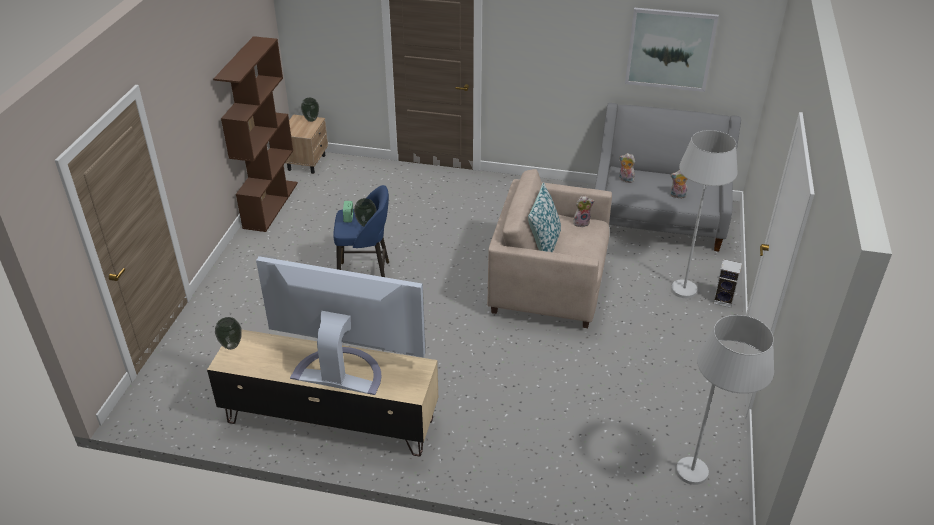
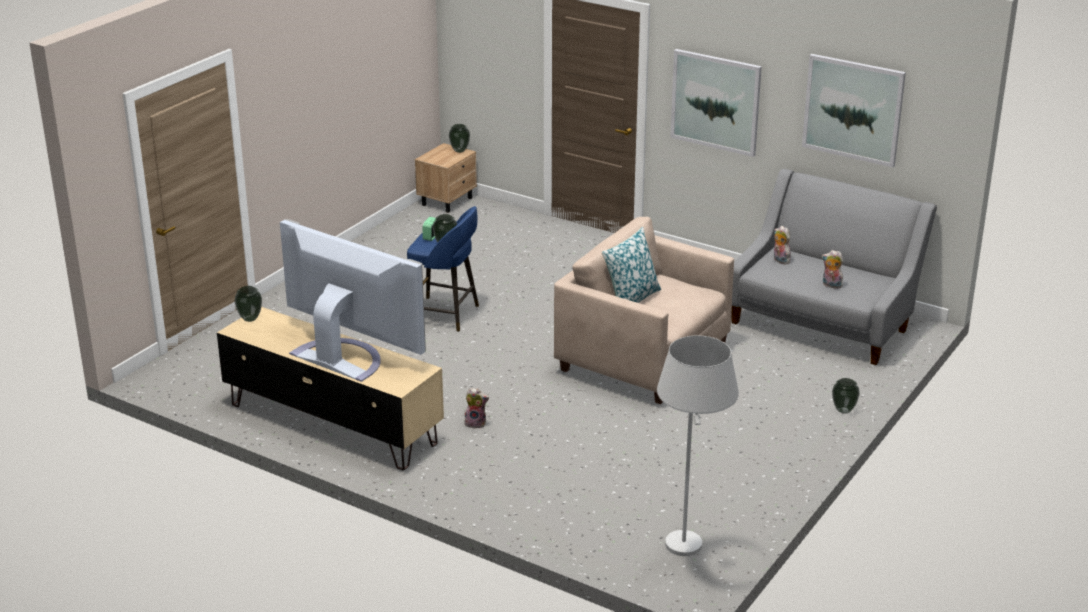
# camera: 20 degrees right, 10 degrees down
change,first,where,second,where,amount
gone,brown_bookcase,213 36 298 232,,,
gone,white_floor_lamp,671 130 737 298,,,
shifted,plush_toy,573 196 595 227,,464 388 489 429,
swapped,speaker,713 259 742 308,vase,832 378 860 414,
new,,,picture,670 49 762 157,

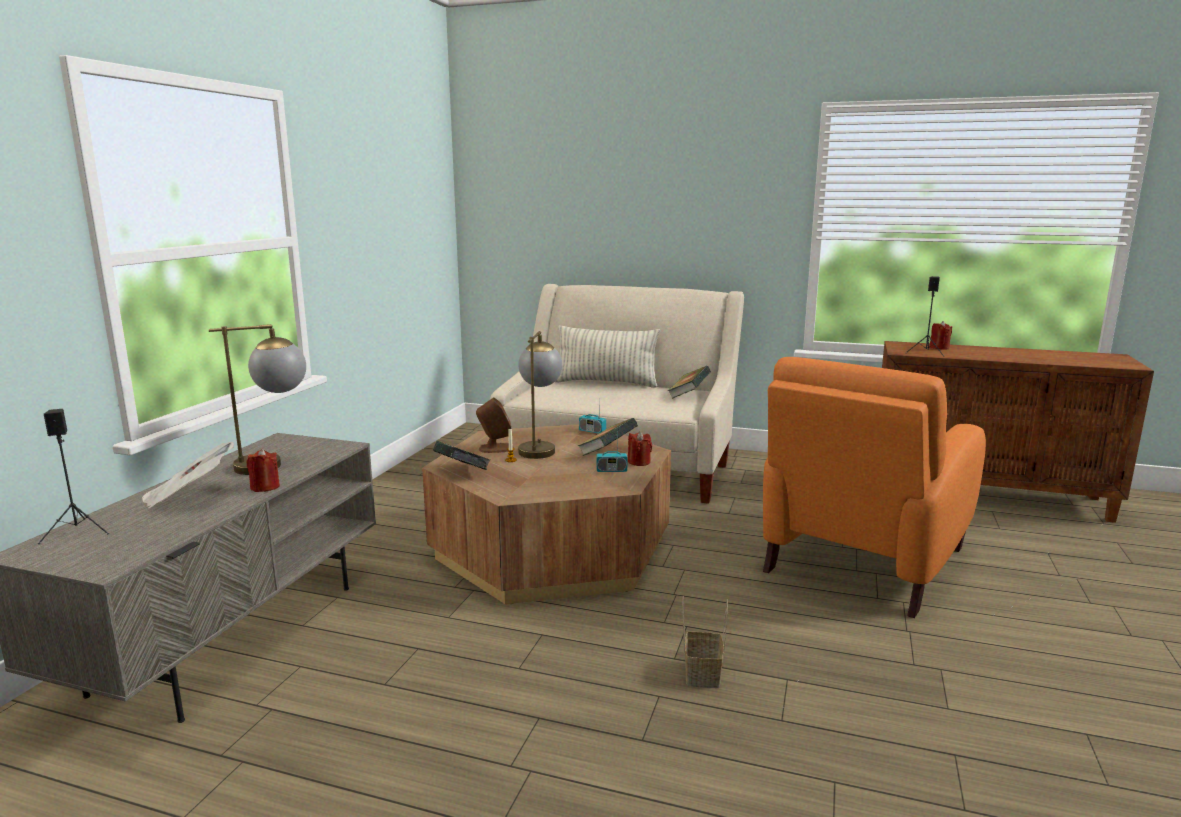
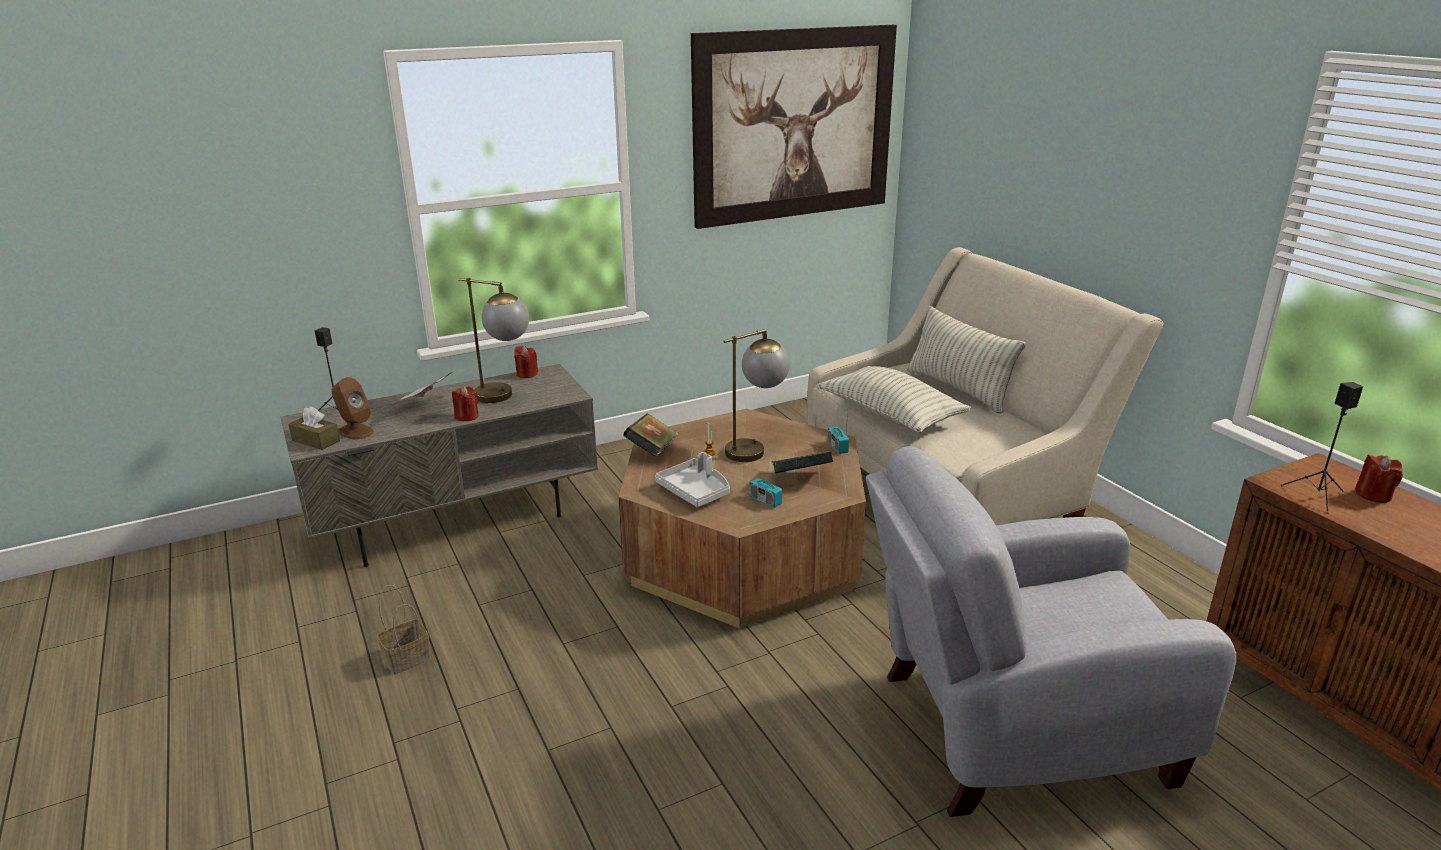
# camera: 45 degrees right, 10 degrees up
change,first,where,second,where,amount
repainted,orange_armchair,763 357 986 618,grey_armchair,866 446 1236 817,
gone,book,668 366 711 399,,,
shifted,brown_speaker,476 398 514 453,,331 377 374 440,
shifted,red_candle,628 431 652 466,,514 346 538 378,
shifted,basket,683 596 728 688,,377 585 431 674,
new,,,picture,691 25 897 229,
new,,,pillow,817 366 971 433,
new,,,brown_tissue_box,288 406 340 450,
new,,,grey_tray,655 452 730 507,

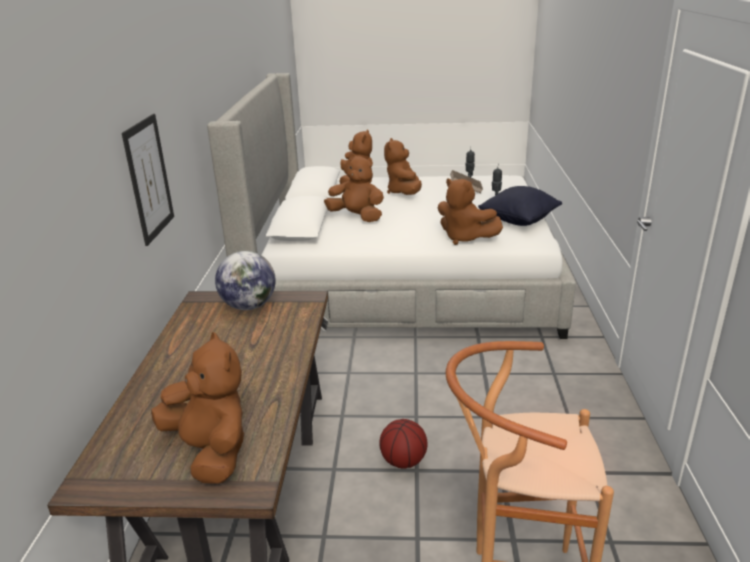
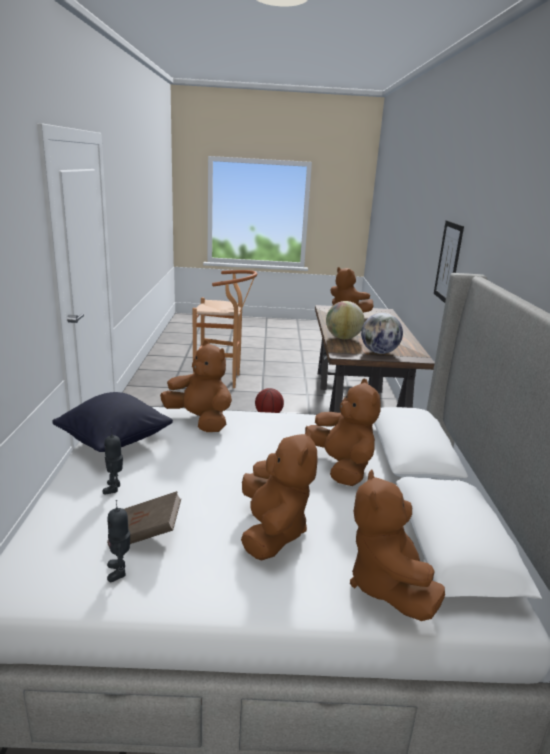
# camera: 175 degrees right, 5 degrees down
change,first,where,second,where,amount
rotated,brown_plush_toy,324 154 384 222,,305 379 381 486,135 degrees counterclockwise
new,,,globe,326 301 365 339,

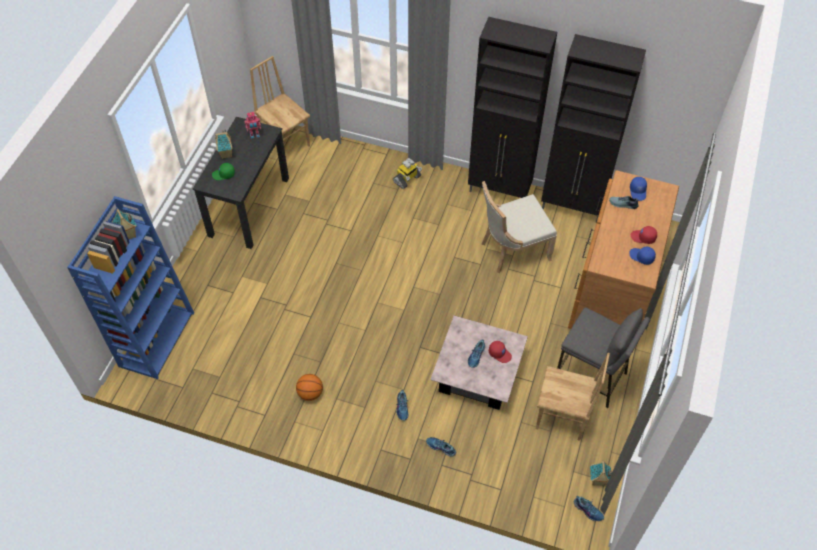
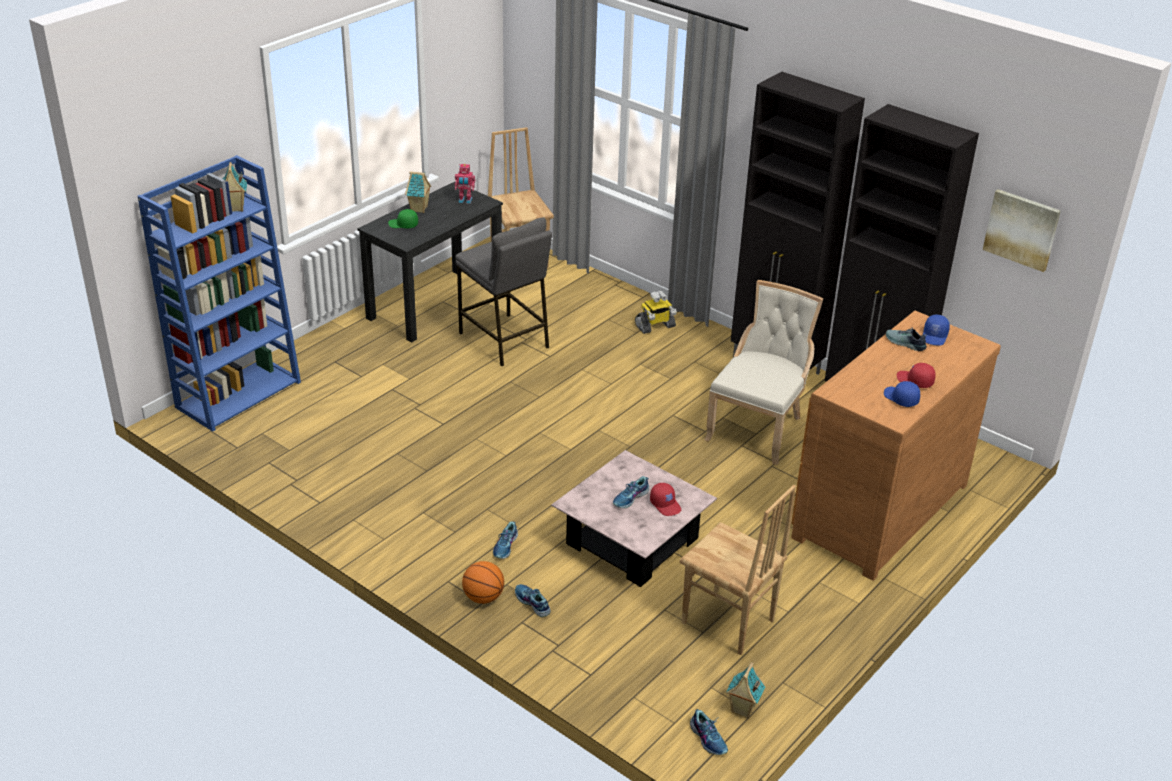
# camera: 20 degrees right, 20 degrees down
change,first,where,second,where,amount
rotated,beige_chair,481 181 557 273,,704 280 823 465,120 degrees clockwise
shifted,grey_stool,557 307 650 408,,455 217 552 366,
shifted,basketball,296 374 323 401,,462 561 504 604,
new,,,picture,983 189 1061 272,

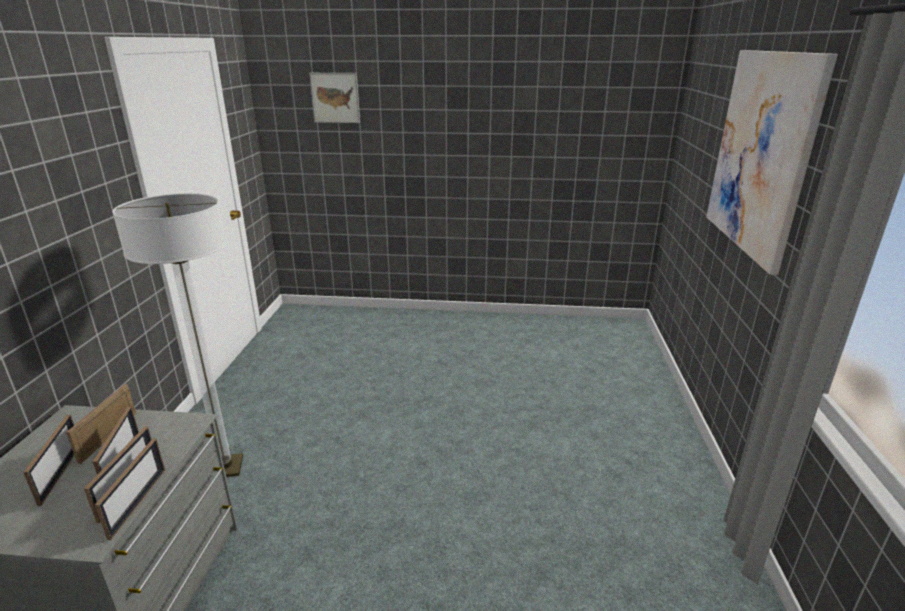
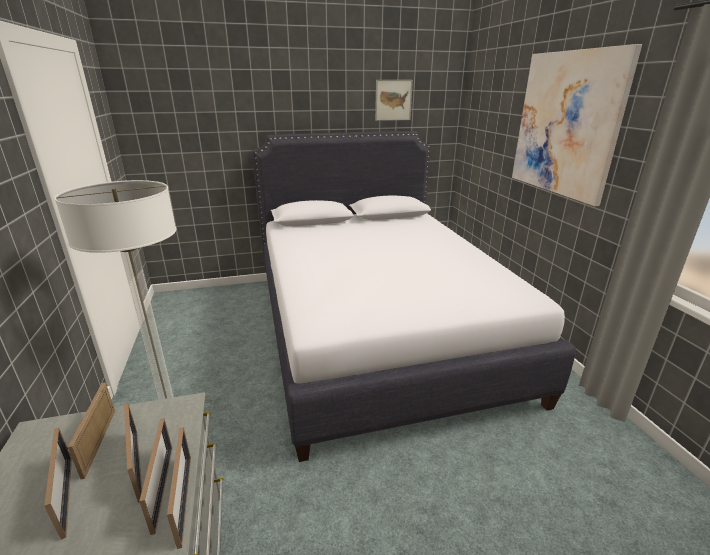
# camera: 20 degrees left, 0 degrees up
change,first,where,second,where,amount
shifted,picture,309 73 360 123,,375 80 413 121,
new,,,white_bed,252 131 576 462,

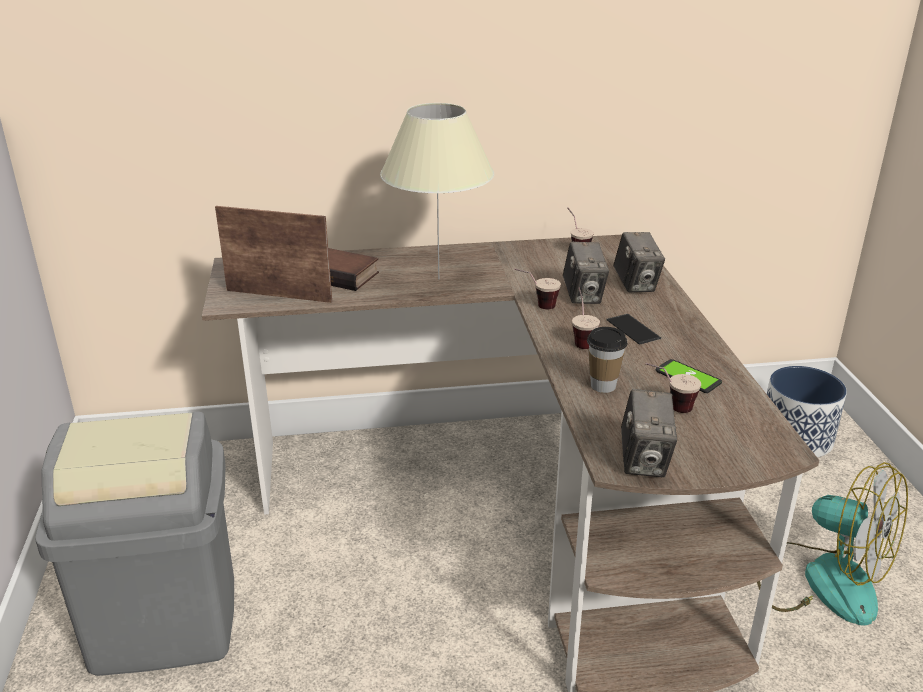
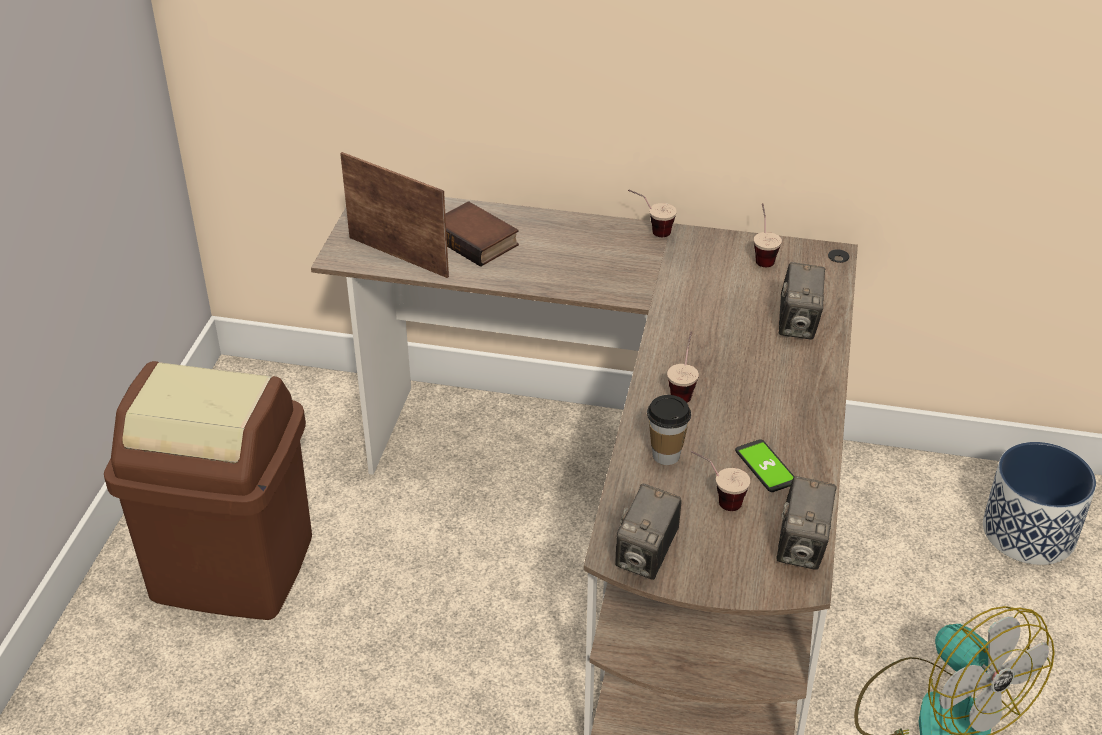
# camera: 20 degrees right, 10 degrees up
change,first,where,second,where,amount
gone,beige_table_lamp,380 103 494 279,,,
shifted,photo_camera,563 242 609 304,,776 476 837 570,
shifted,cup,514 269 561 309,,628 190 677 237,
gone,phone,607 314 661 345,,,
repainted,grey_trash_can,35 412 234 676,brown_trash_can,104 361 312 620,

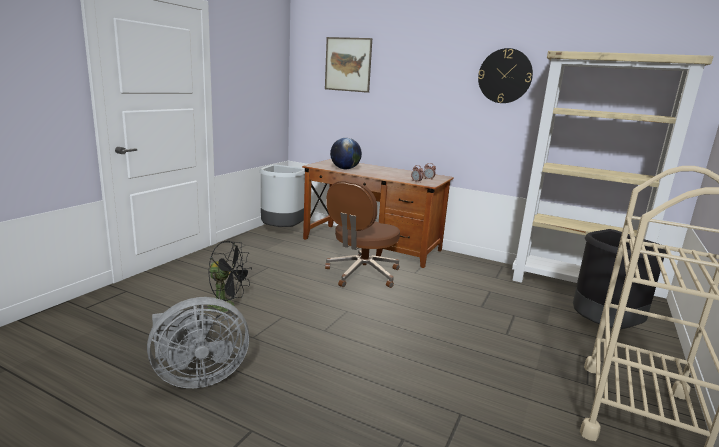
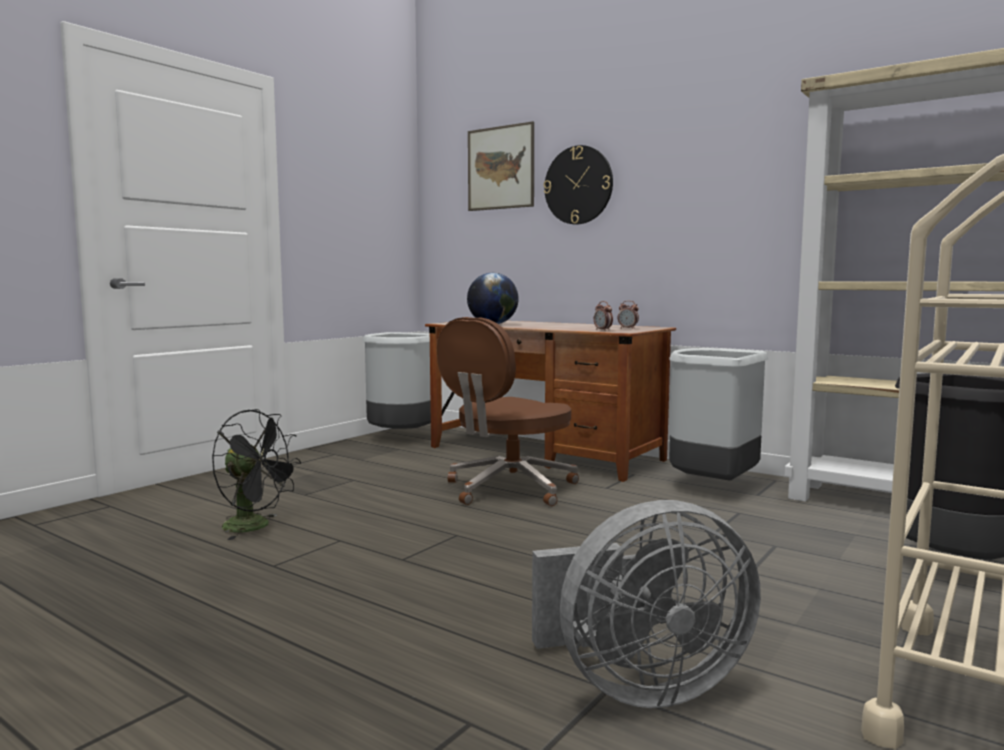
# camera: 10 degrees right, 10 degrees down
change,first,where,second,where,amount
shifted,wall_clock,478 48 533 103,,544 145 613 225,
shifted,grey_fan,147 297 249 388,,532 500 761 708,
new,,,grey_trash_can,669 348 768 481,

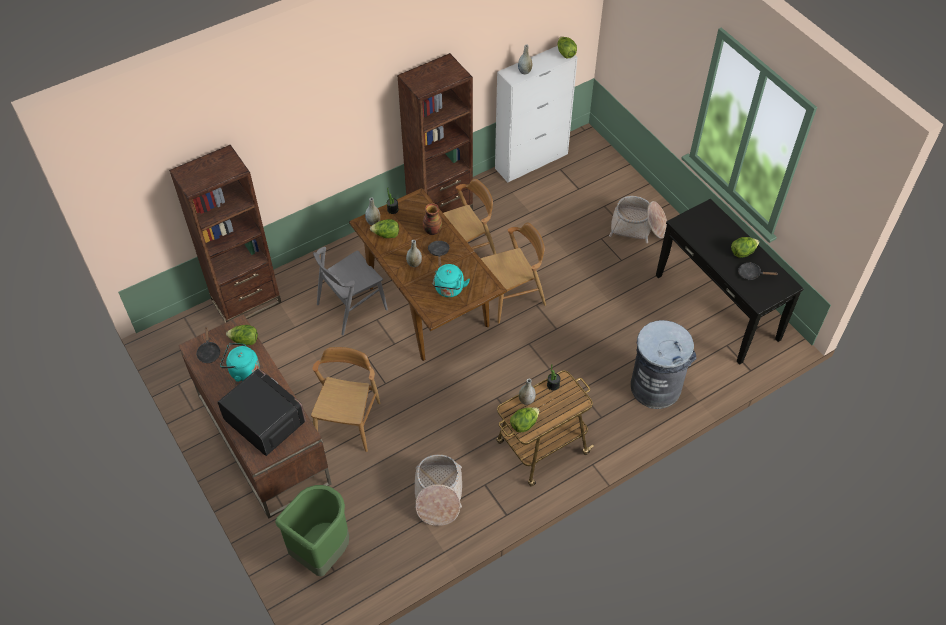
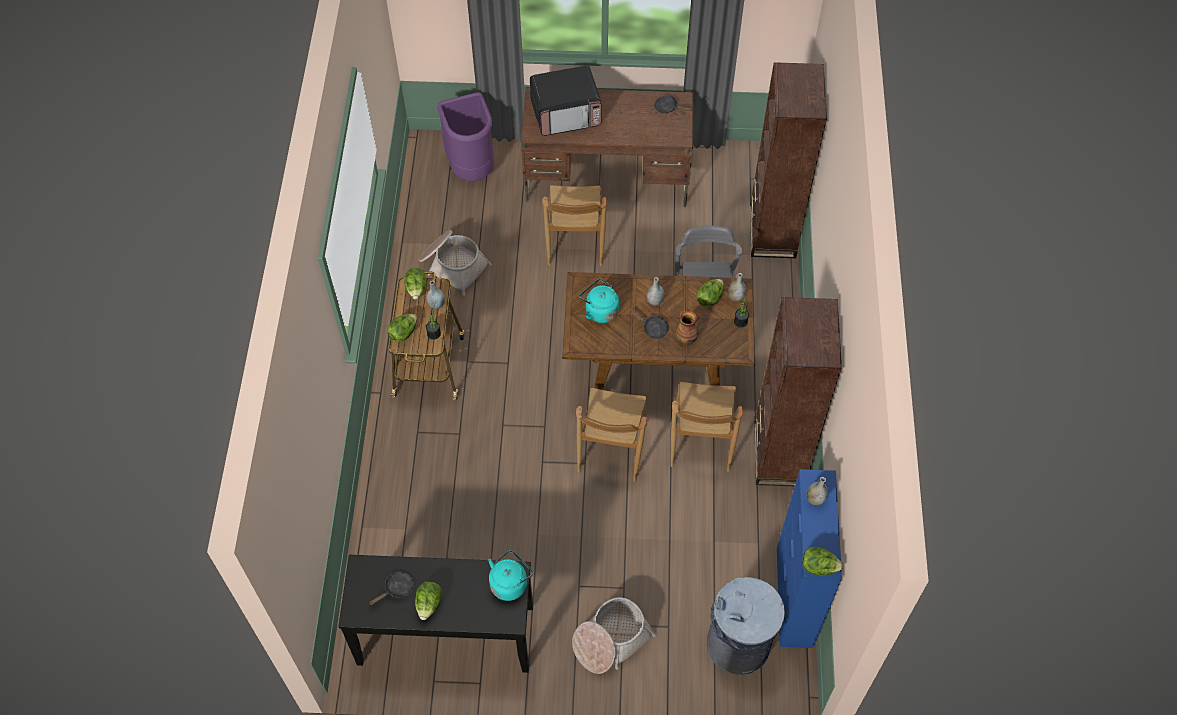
# camera: 125 degrees right, 5 degrees up
change,first,where,second,where,amount
repainted,white_cabinet,495 46 578 183,blue_cabinet,777 469 842 648,
shifted,grey_trash_can,631 320 697 409,,707 577 785 675,
shifted,lettuce,226 325 258 345,,387 314 417 342,
shifted,turquoise_kettle,220 343 259 382,,488 550 534 601,
rotated,brown_chair,311 347 380 452,,543 185 607 266,45 degrees clockwise
repainted,green_trash_can,275 485 349 576,purple_trash_can,437 92 494 181,

